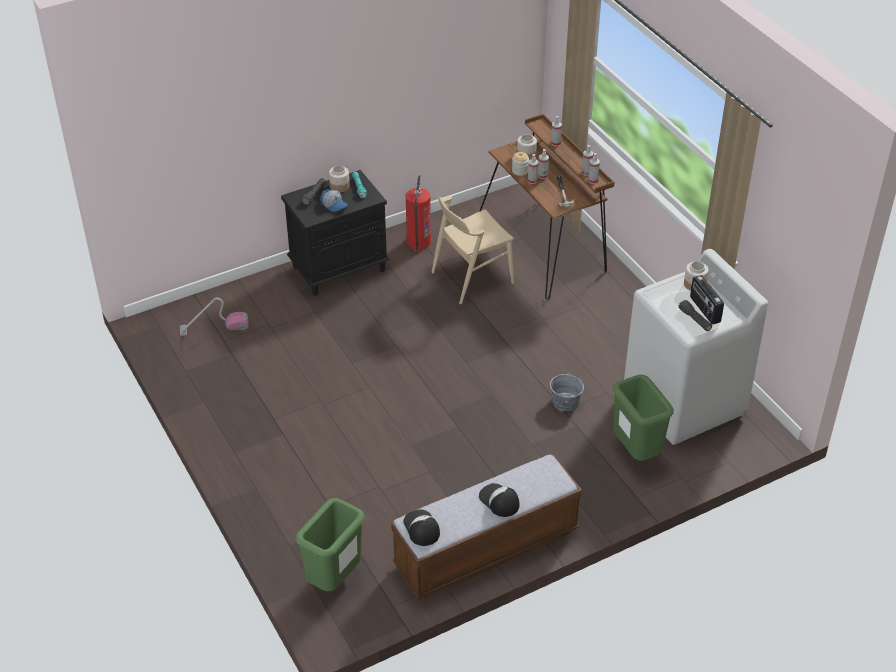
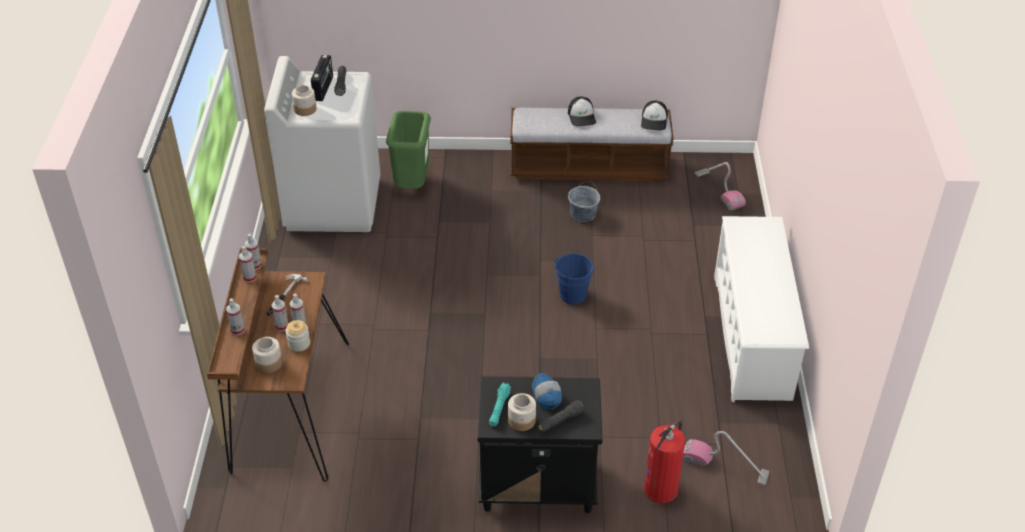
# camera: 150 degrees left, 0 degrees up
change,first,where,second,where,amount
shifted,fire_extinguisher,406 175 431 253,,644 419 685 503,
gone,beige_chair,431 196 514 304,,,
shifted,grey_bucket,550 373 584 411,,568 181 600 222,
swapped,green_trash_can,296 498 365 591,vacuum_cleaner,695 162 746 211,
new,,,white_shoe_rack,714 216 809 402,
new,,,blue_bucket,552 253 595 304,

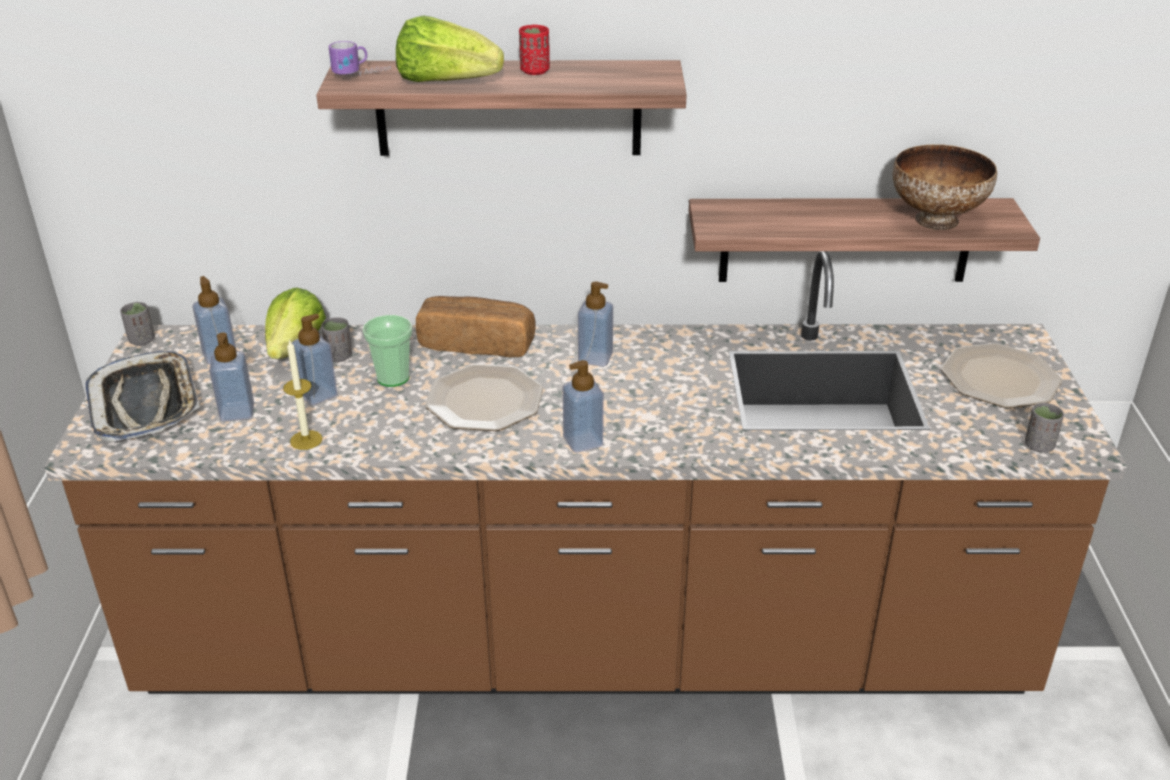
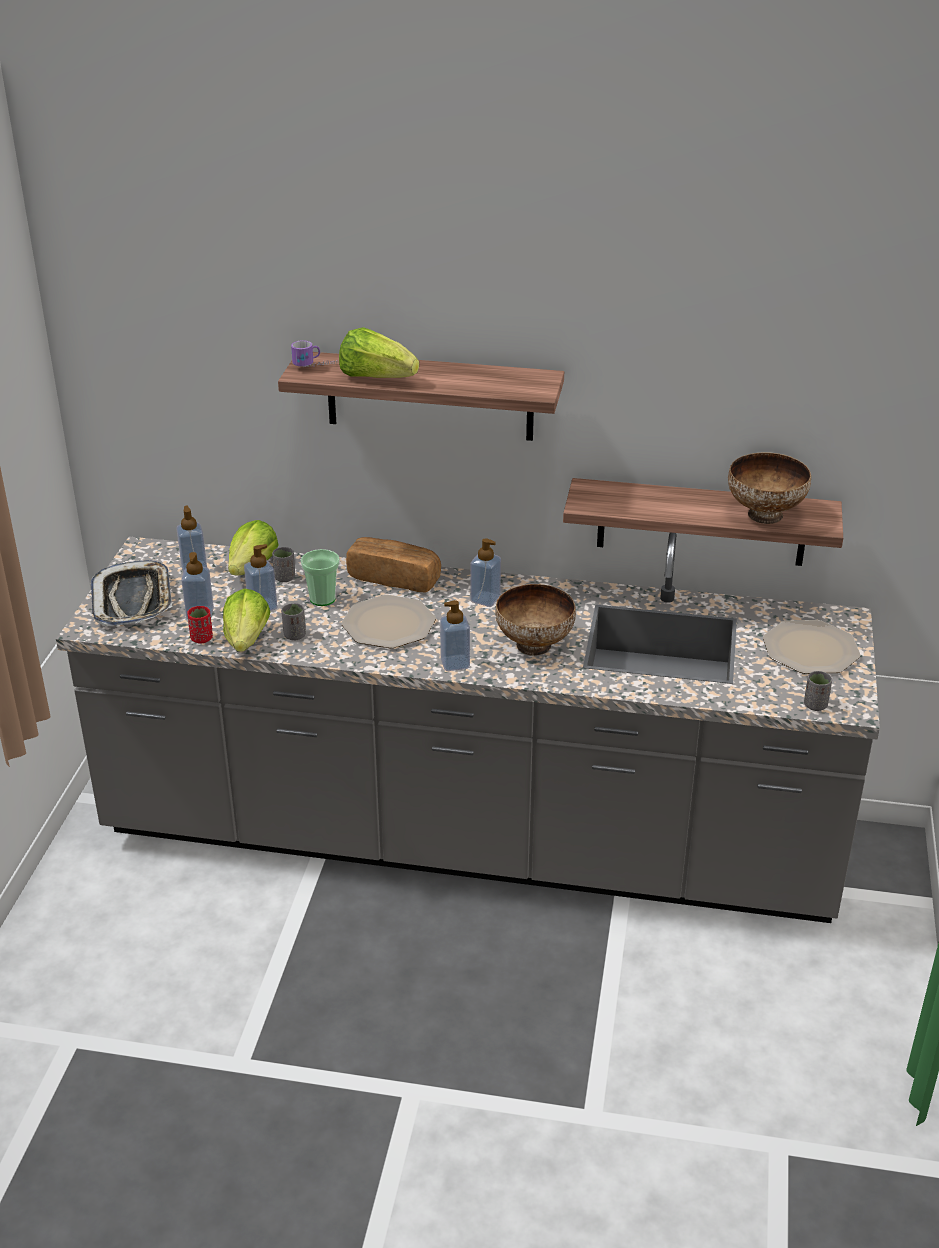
# camera: 10 degrees right, 0 degrees up
change,first,where,second,where,amount
shifted,red_cup,519 25 550 75,,187 606 213 644,
repainted,brown_counter,44 251 1127 694,grey_counter,56 532 880 923,
shifted,grey_cup,120 302 155 346,,281 603 306 641,
swapped,candle,283 339 323 450,lettuce,223 588 270 651,
new,,,bowl,495 584 576 656,

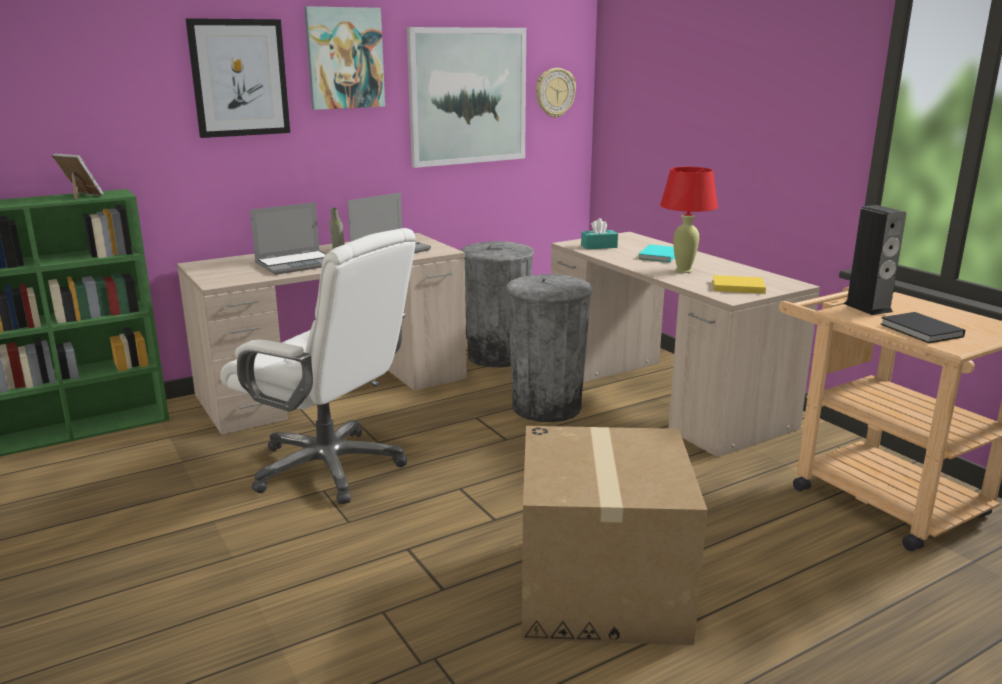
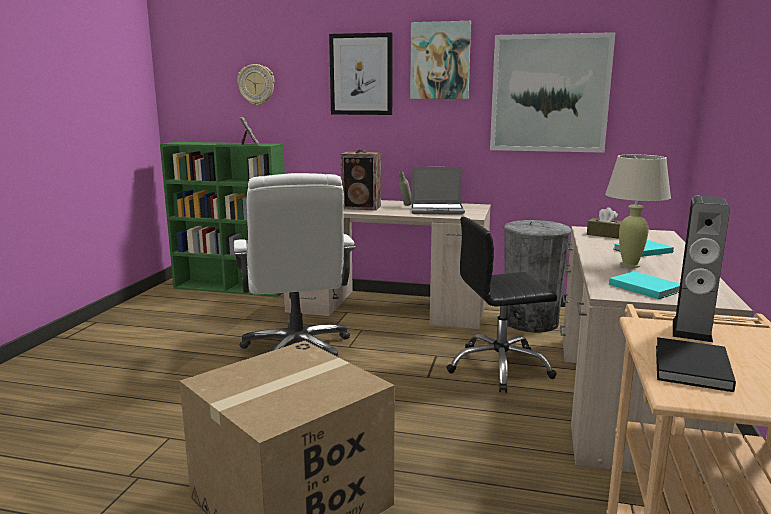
# camera: 45 degrees right, 5 degrees down
change,first,where,second,where,amount
shifted,wall_clock,536 68 576 118,,237 64 275 106,
repainted,red_table_lamp,660 167 718 273,beige_table_lamp,605 154 671 268,
swapped,laptop,250 202 326 275,speaker,341 150 381 211,
repainted,turquoise_tissue_box,581 218 618 249,brown_tissue_box,587 207 622 239,
swapped,grey_trash_can,506 274 593 422,black_office_chair,446 217 557 393,
repainted,yellow_book,712 275 766 294,turquoise_book,609 271 680 299,

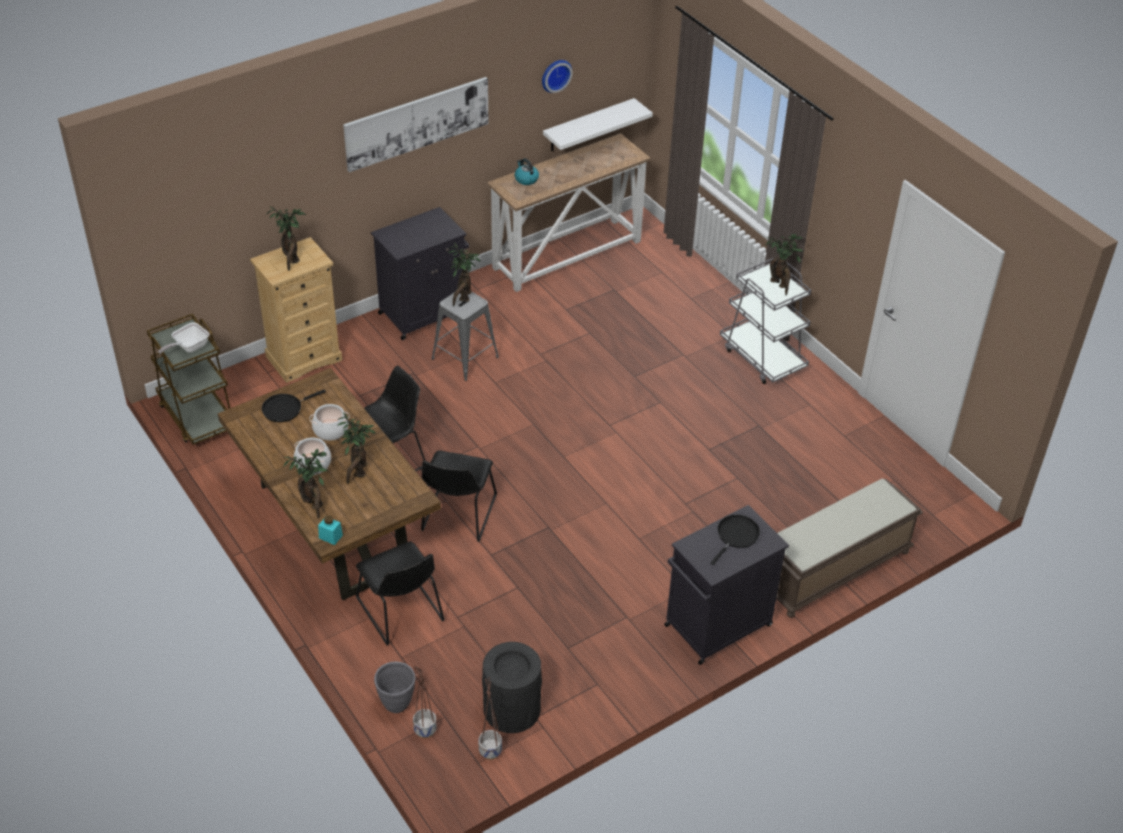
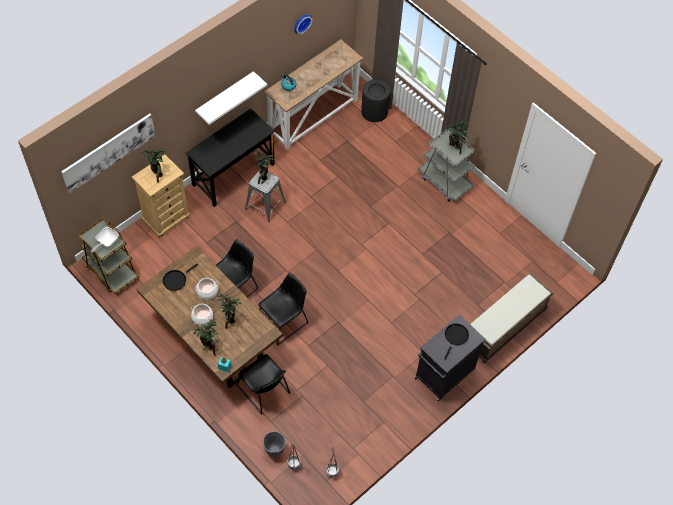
# camera: 10 degrees left, 15 degrees up
change,first,where,second,where,amount
shifted,picture,343 77 489 172,,61 114 155 194,
shifted,white_shelf,543 98 653 151,,195 71 267 125,
swapped,black_cabinet,371 207 469 340,black_desk,186 109 275 207,
rotated,black_chair,421 450 497 542,,258 273 308 345,135 degrees counterclockwise
shifted,black_trash_can,482 642 542 733,,361 79 390 122,

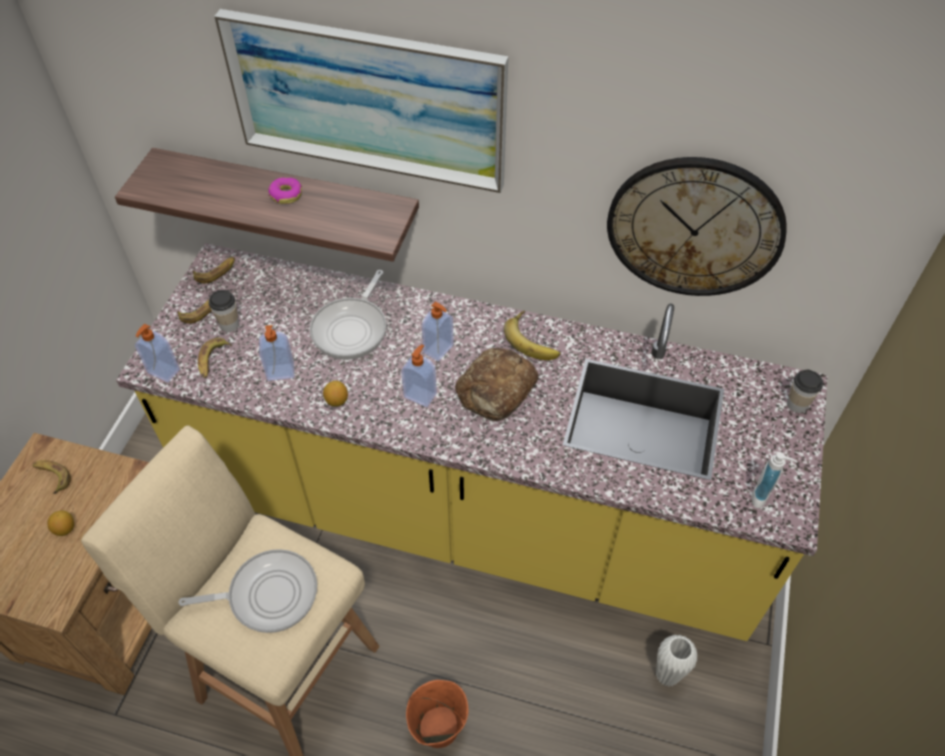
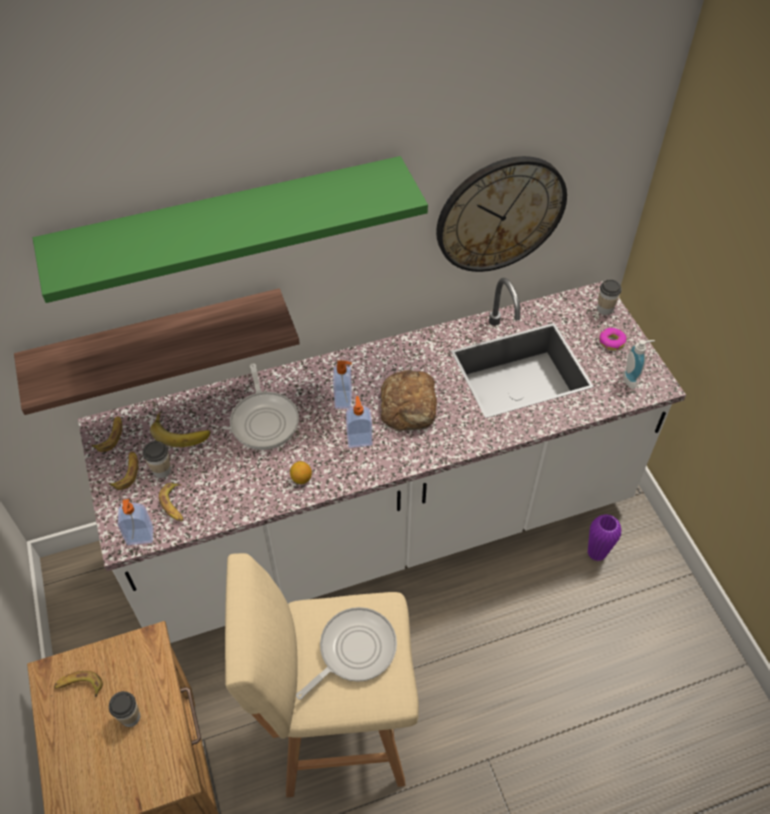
# camera: 35 degrees left, 0 degrees up
change,first,where,second,where,amount
swapped,picture,214 9 508 193,green_shelf,33 156 428 303,
shifted,donut,268 178 302 204,,599 328 627 350,
repainted,yellow_counter,116 243 828 641,white_counter,78 278 686 643,
shifted,banana,504 311 560 360,,150 412 211 447,
gone,soap_dispenser,259 325 294 381,,,
swapped,lemon,47 510 74 536,cup,109 691 140 727,
repainted,white_vase,656 635 697 687,purple_vase,588 514 621 561,
gone,orange_bucket,406 680 468 748,,,

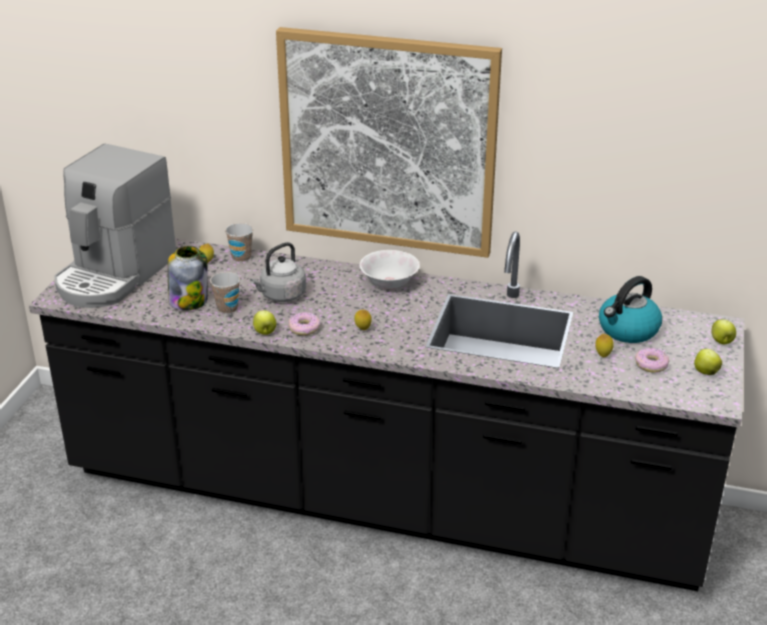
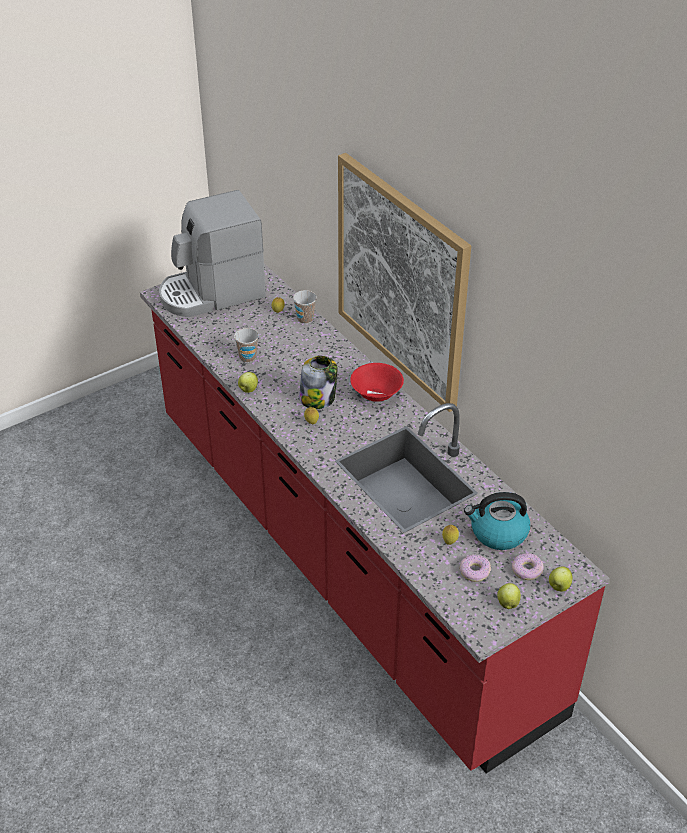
# camera: 40 degrees right, 10 degrees up
change,first,where,second,where,amount
repainted,black_counter,29 231 744 591,red_counter,140 264 610 773,
gone,grey_kettle,250 242 306 302,,,
shifted,jar,168 246 208 311,,299 356 338 409,
repainted,white_bowl,359 250 420 290,red_bowl,350 363 404 402,
shifted,donut,288 312 320 336,,512 553 544 580,

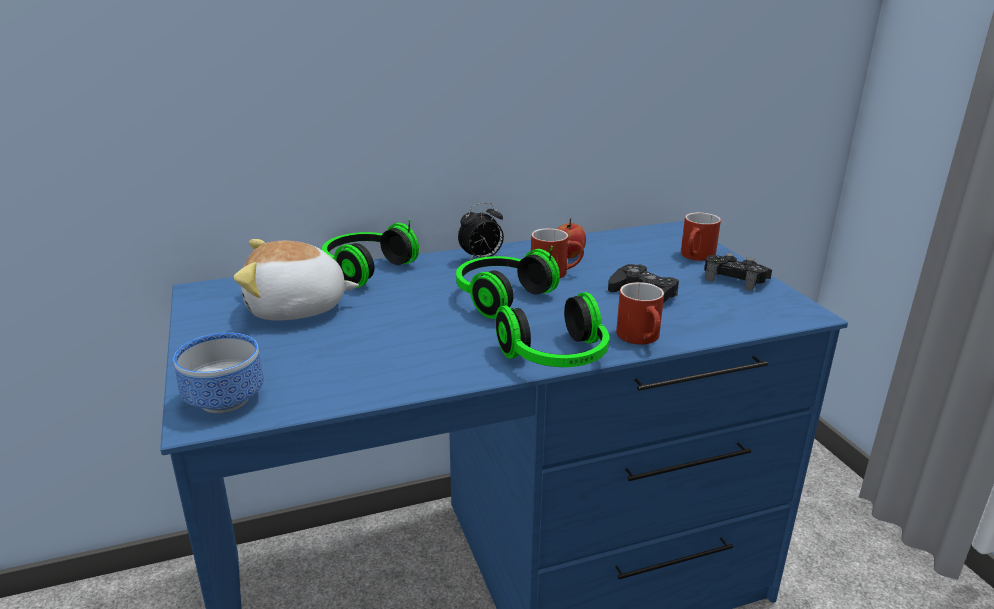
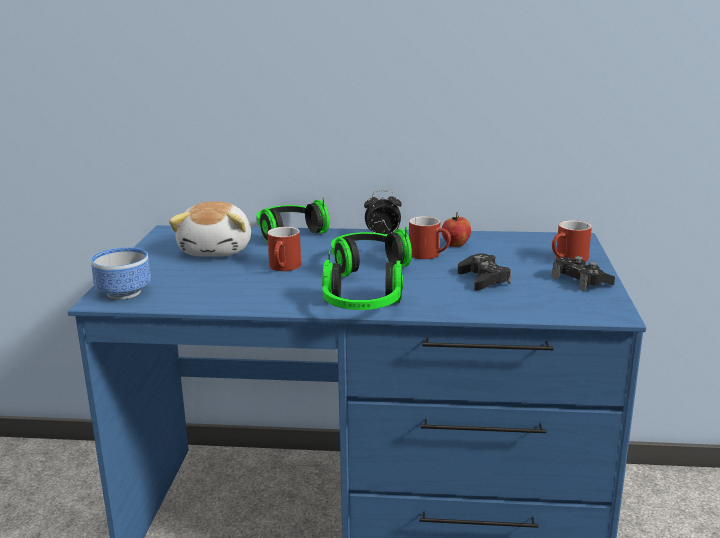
# camera: 25 degrees right, 5 degrees down
change,first,where,second,where,amount
rotated,plush_toy,234 239 359 321,,169 201 251 257,105 degrees counterclockwise
shifted,red_mug,616 282 664 345,,267 227 301 271,

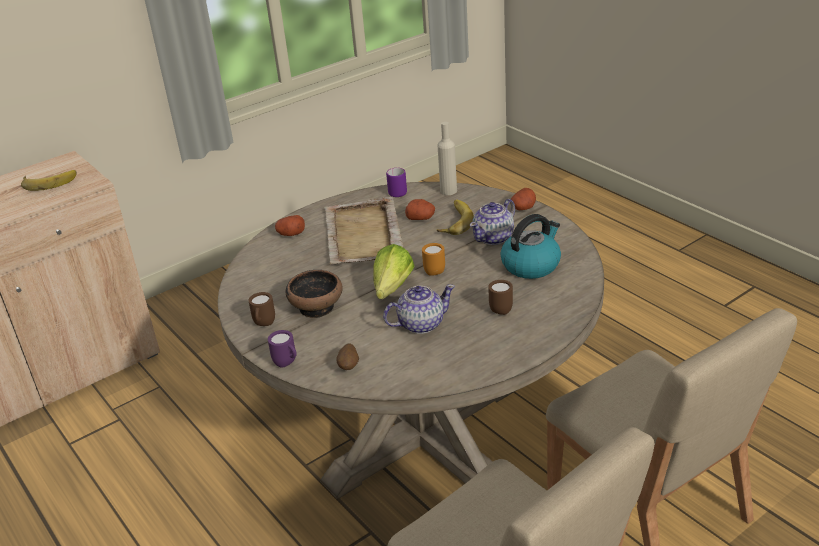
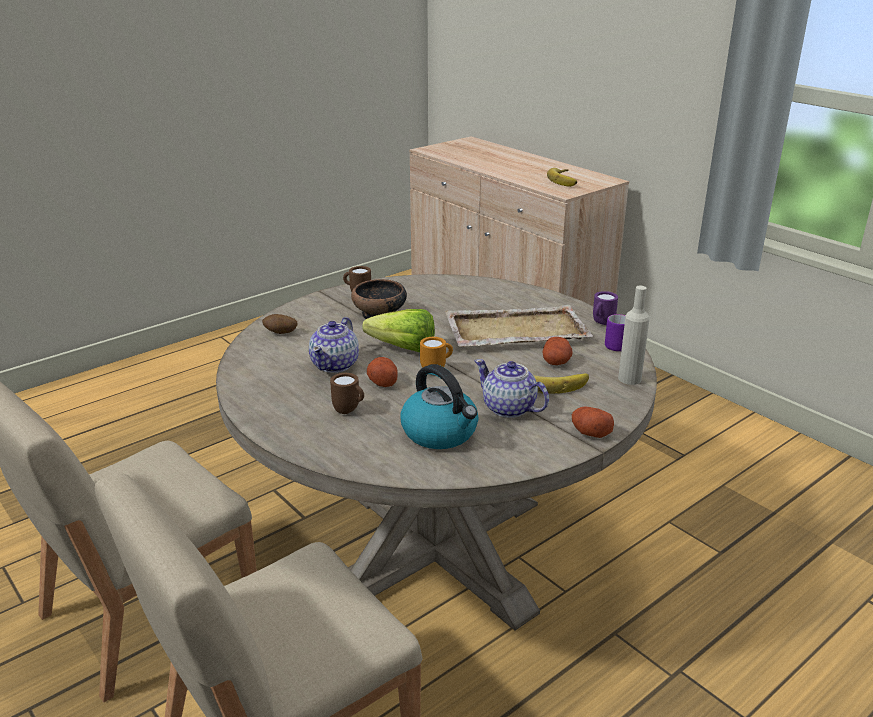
# camera: 85 degrees right, 5 degrees down
change,first,where,second,where,amount
shifted,potato,275 215 305 236,,367 357 398 387,
rotated,teapot,383 284 455 334,,309 317 359 373,45 degrees clockwise
shifted,purple_mug,268 330 297 368,,593 291 618 325,

